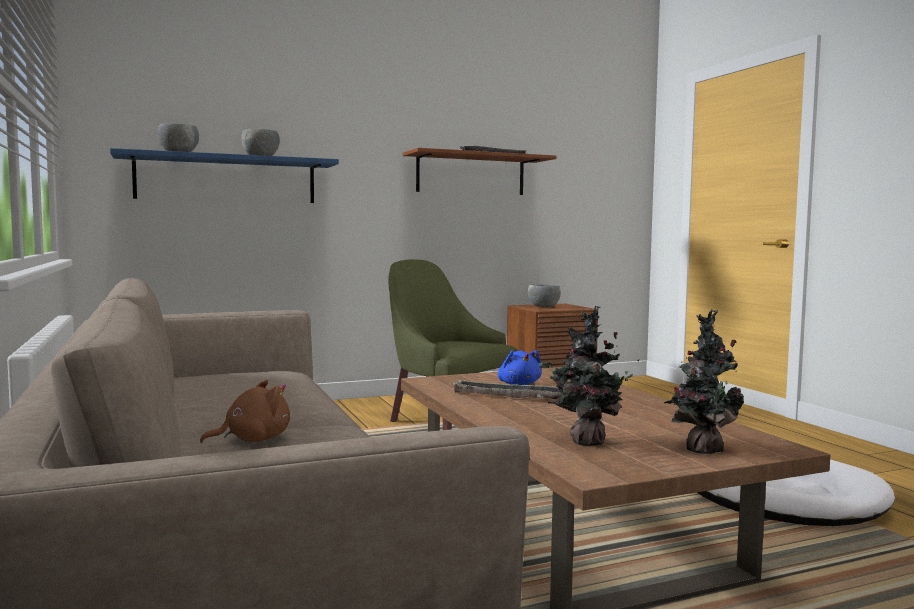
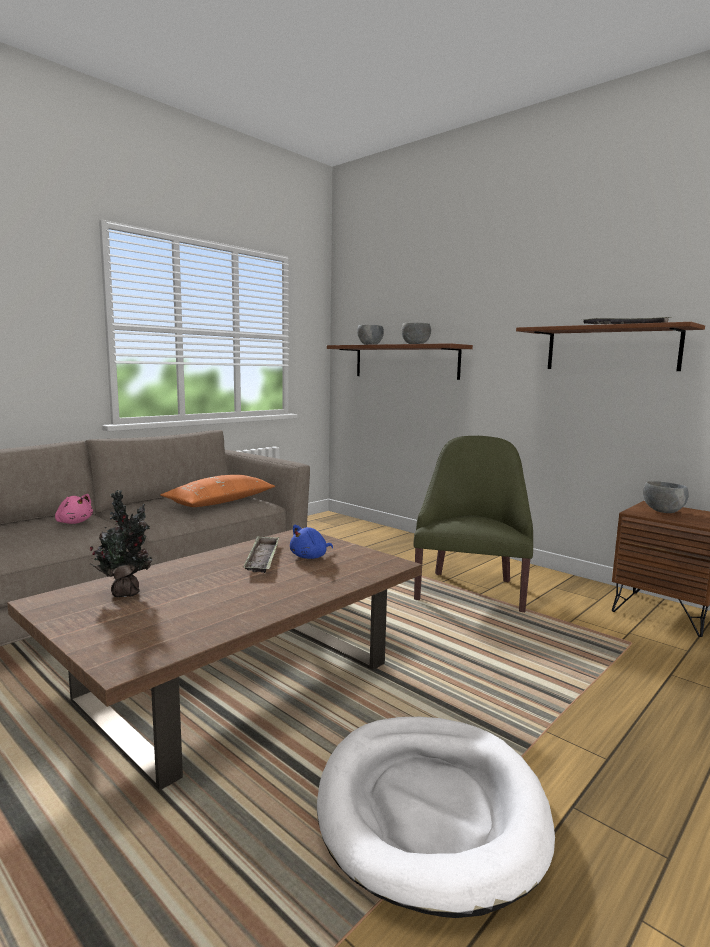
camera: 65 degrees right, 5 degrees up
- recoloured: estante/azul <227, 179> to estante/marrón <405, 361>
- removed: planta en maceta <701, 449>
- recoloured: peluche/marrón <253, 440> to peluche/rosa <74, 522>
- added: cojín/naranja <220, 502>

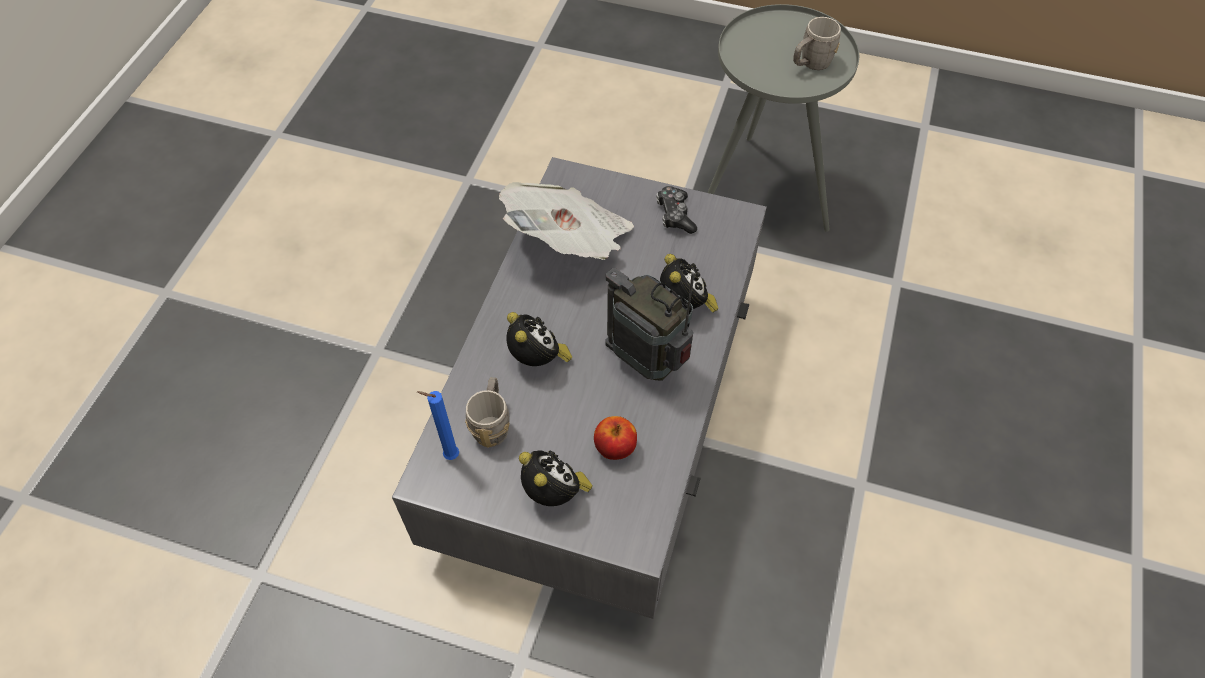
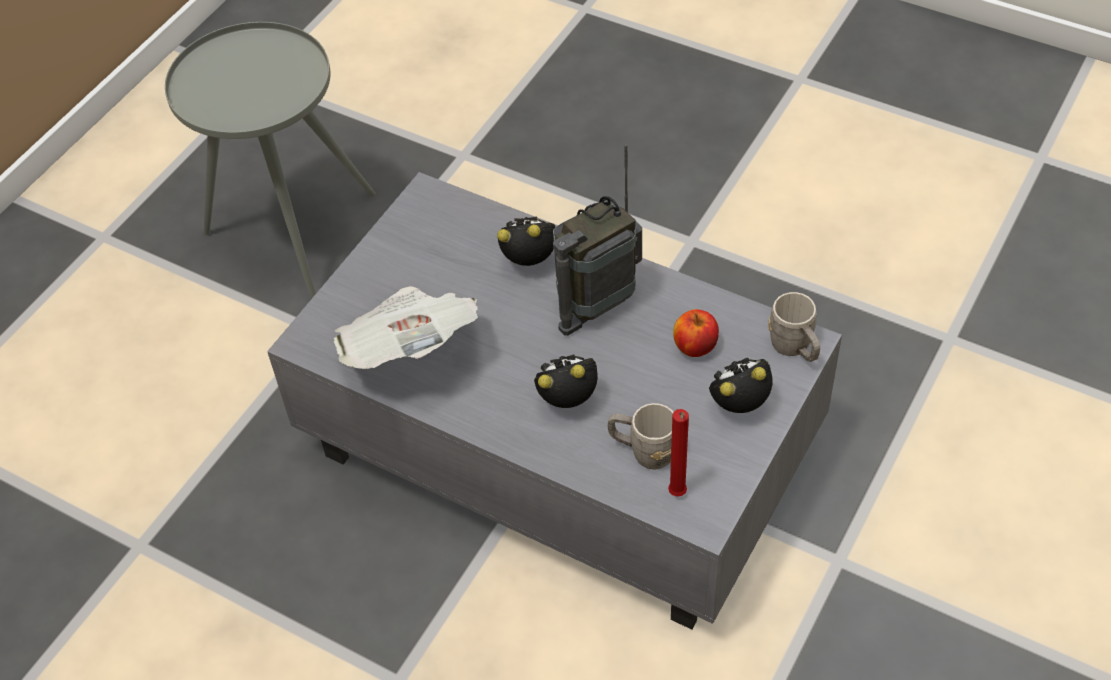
camera: 75 degrees left, 5 degrees down
- moved: taza grande/gris <810, 64> to <795, 349>
- removed: mando de consola <675, 215>
- recoloured: vela/azul <449, 456> to vela/rojo <677, 495>

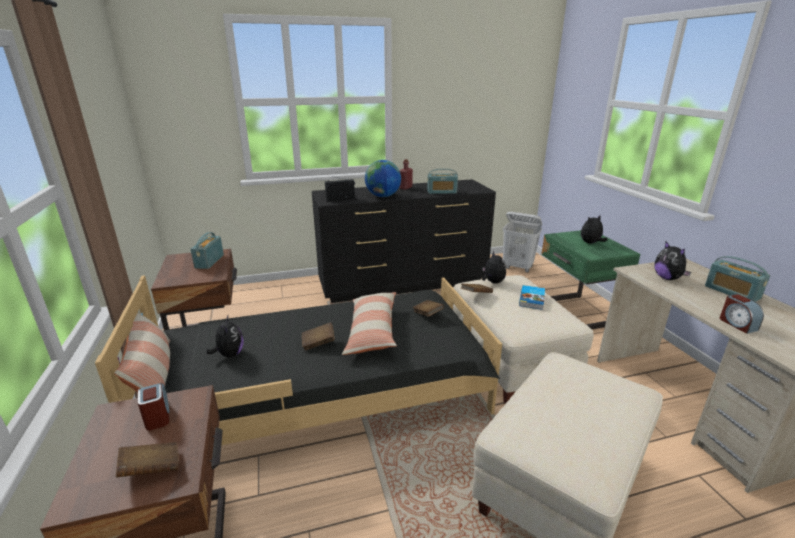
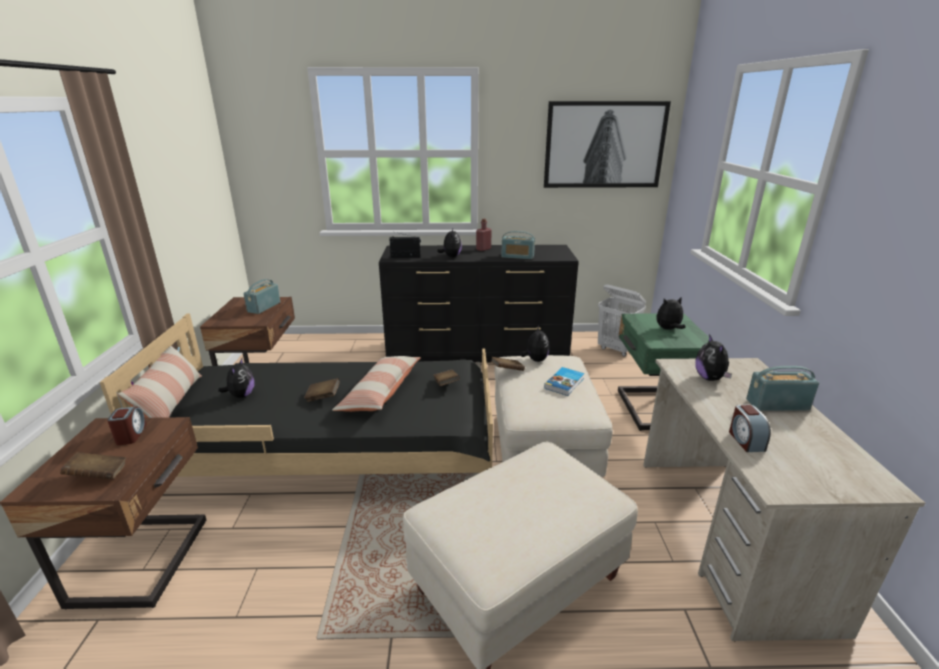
camera: 15 degrees right, 0 degrees up
- replaced: globo terráqueo <383, 196> to peluche <451, 257>
- turned: radio <731, 292> = <777, 404> 105 degrees clockwise
- added: cuadro <604, 145>

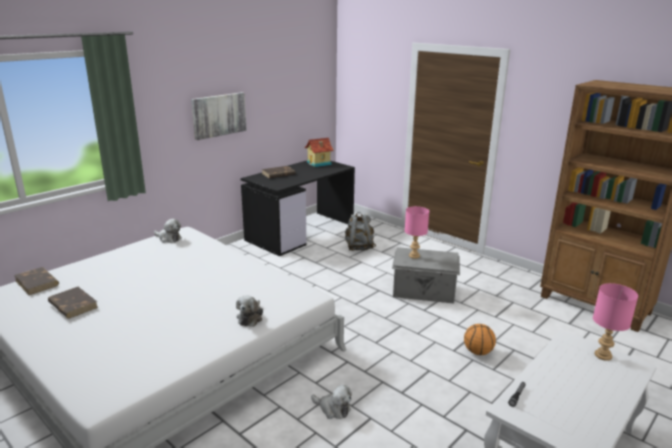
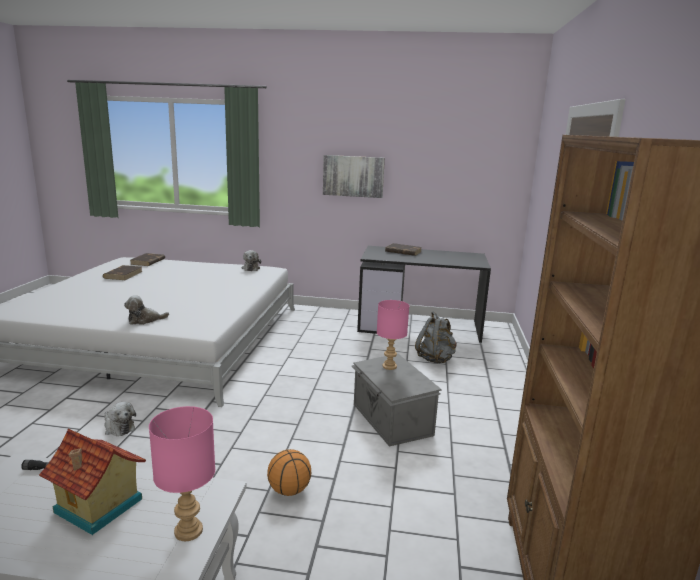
camera: 55 degrees right, 5 degrees down
- moved: casita <319, 163> to <97, 507>
- turned: peluche <333, 409> = <118, 427> 45 degrees counterclockwise

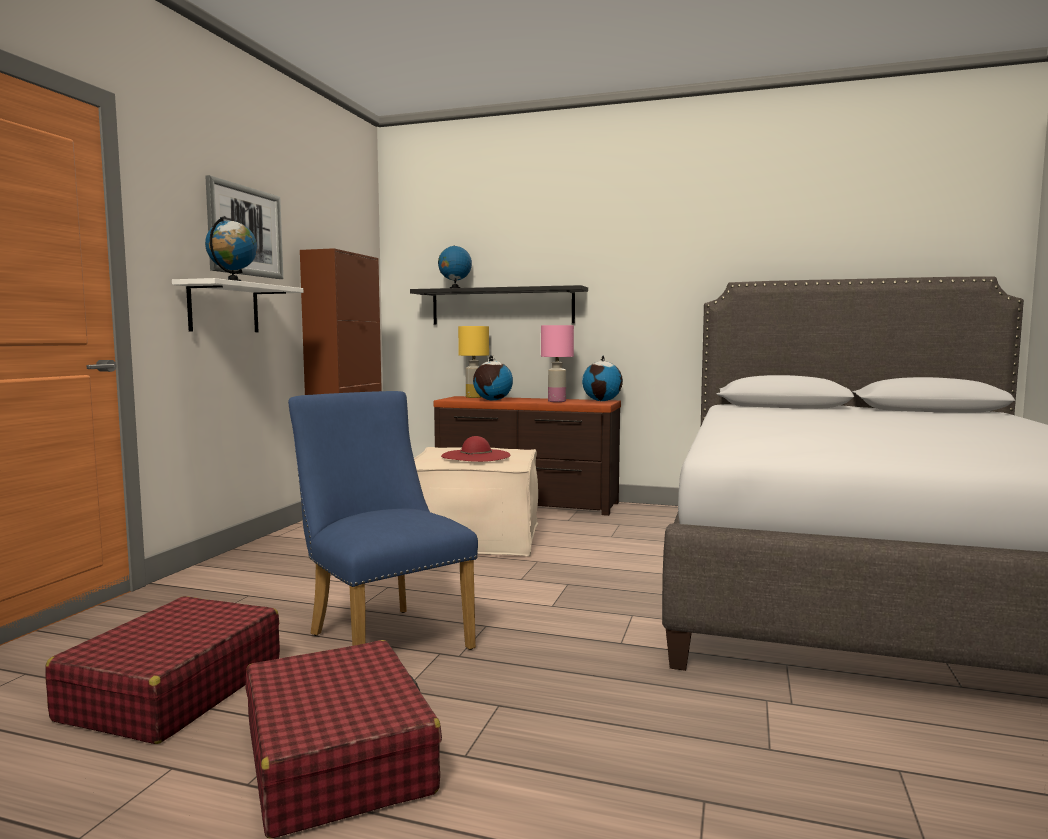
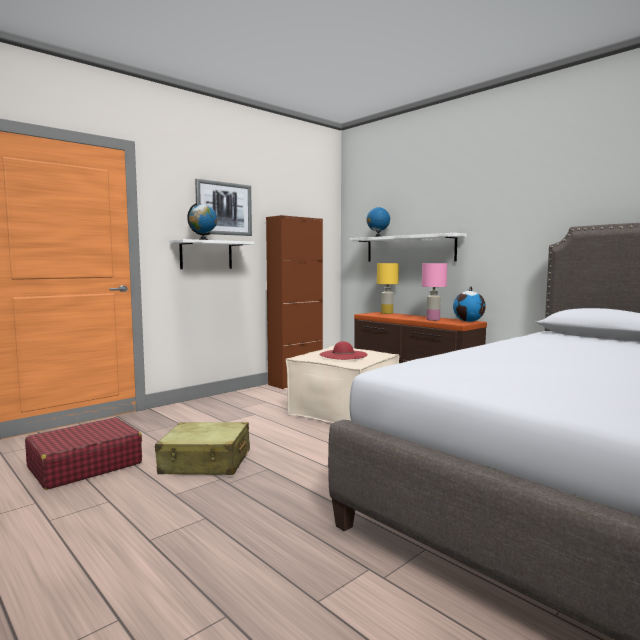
camera: 30 degrees right, 0 degrees up
- recoloured: estante/negro <502, 306> to estante/blanco <409, 249>
- removed: globo terráqueo <492, 400>
- replaced: silla/azul <383, 638> to maleta/beis <206, 462>
- removed: maleta/rojo <338, 758>

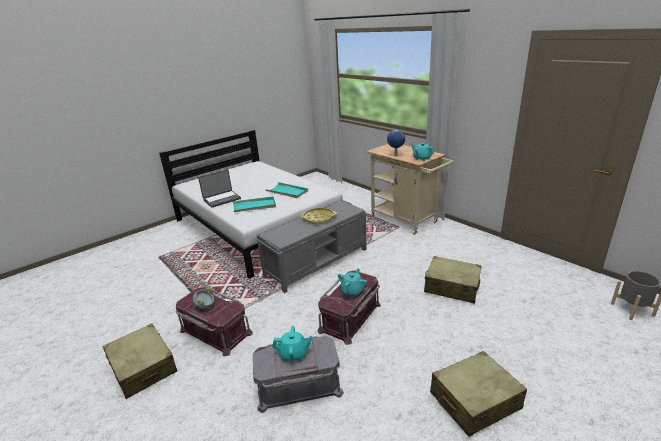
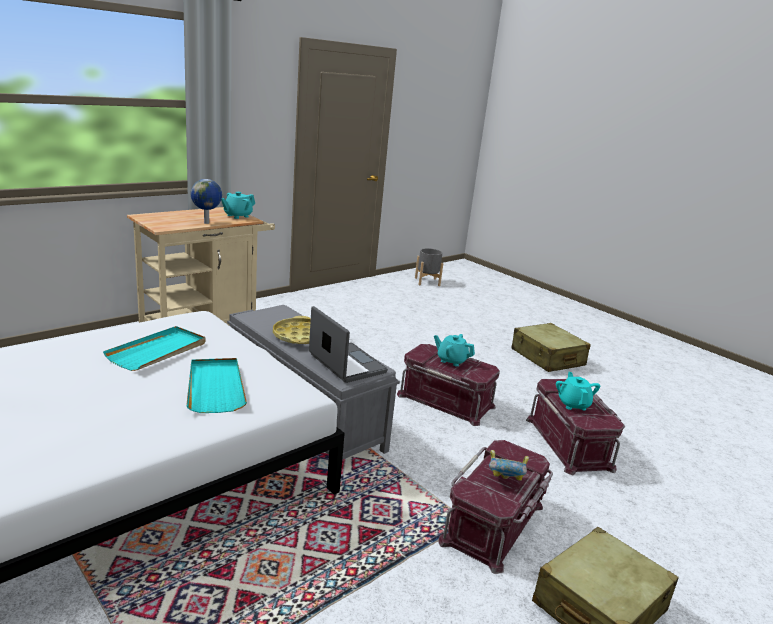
camera: 95 degrees left, 5 degrees down
- moved: portátil <222, 199> to <345, 364>
- removed: maleta/beis <451, 287>
- recoloured: caja de almacenaje/gris <299, 387> to caja de almacenaje/rojo <570, 443>

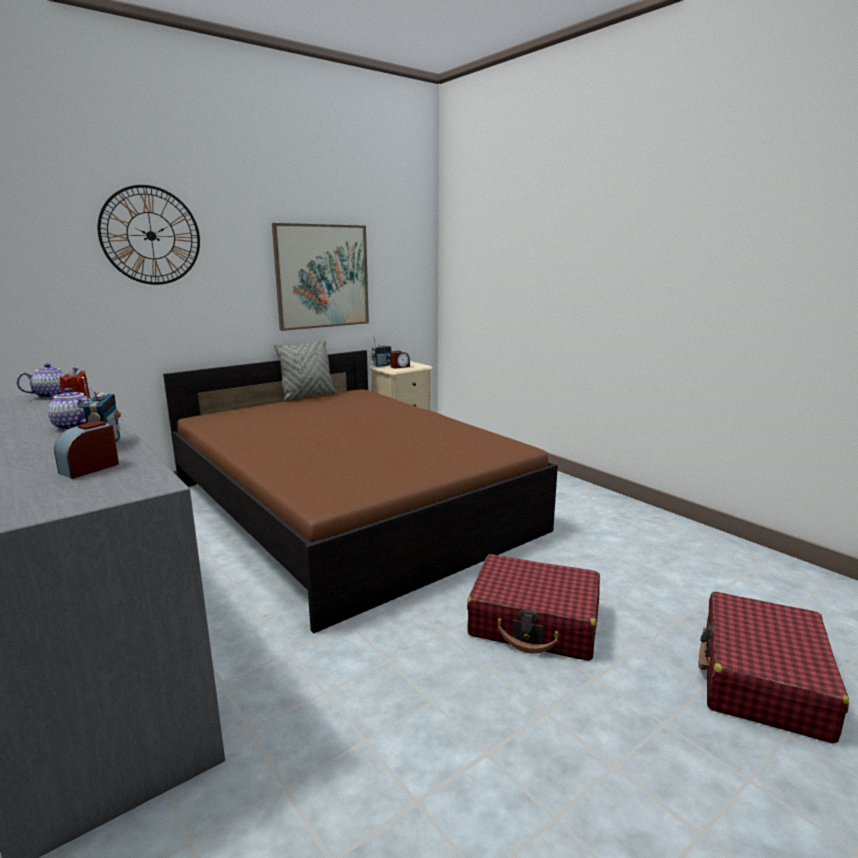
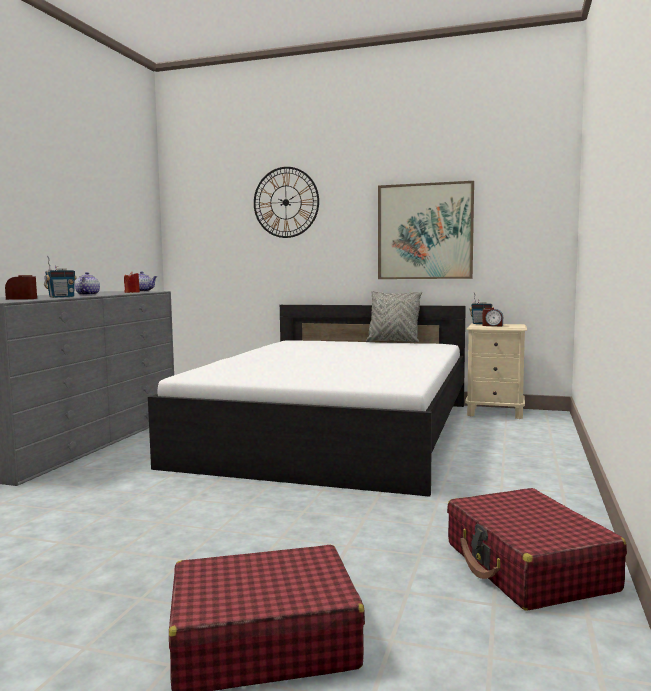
camera: 55 degrees right, 10 degrees down
- recoloured: cama/marrón <349, 507> to cama/blanco <334, 432>
- moved: maleta/rojo <534, 622> to <528, 567>

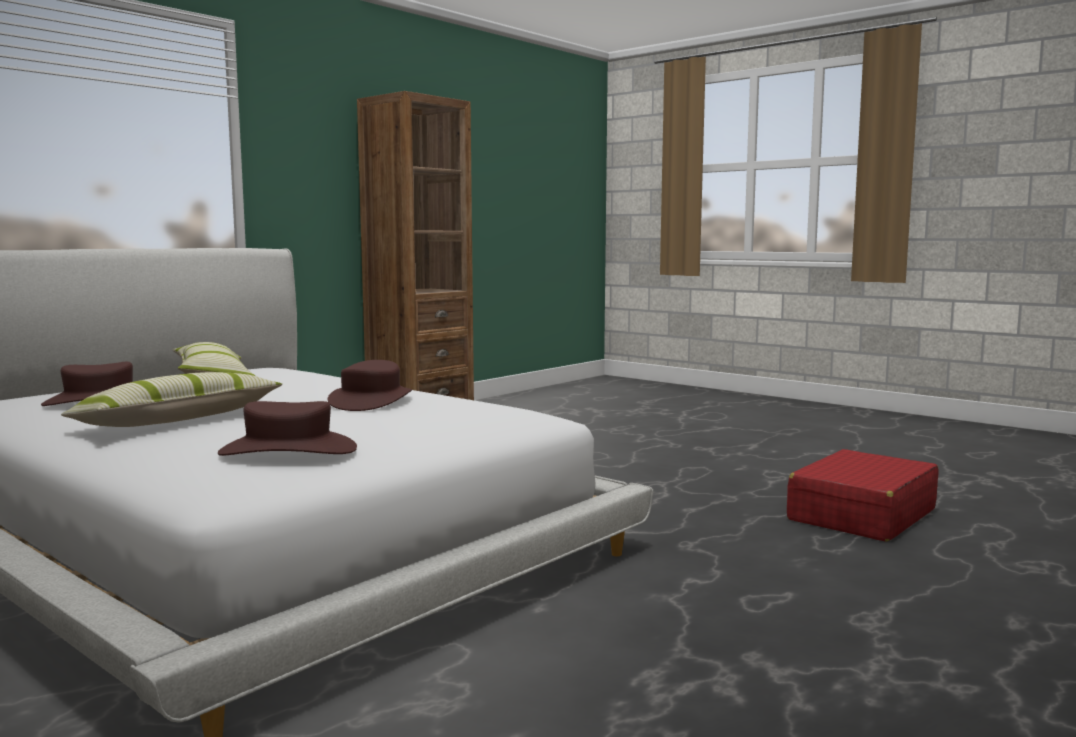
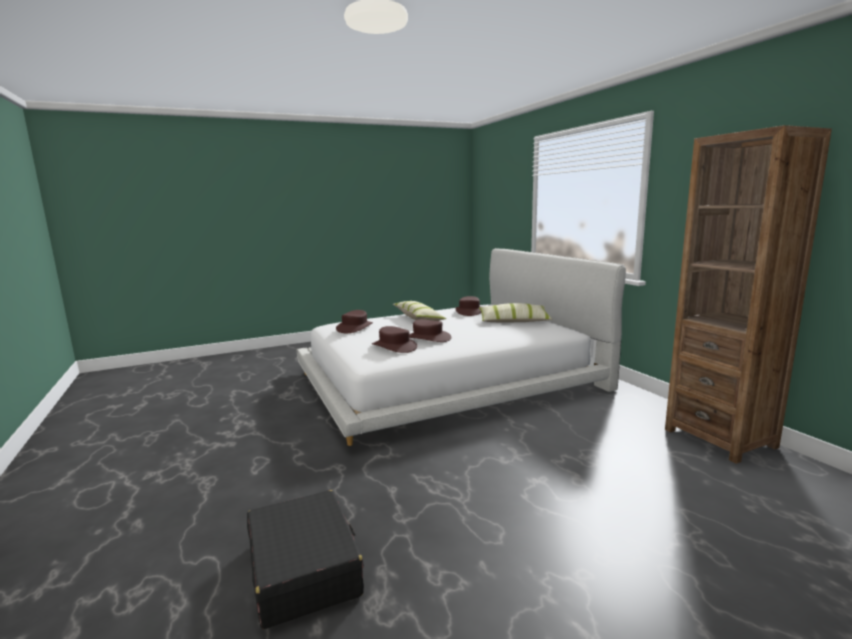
camera: 115 degrees right, 5 degrees up
- recoloured: maleta/rojo <861, 515> to maleta/negro <304, 569>
- added: sombrero/marrón <394, 346>

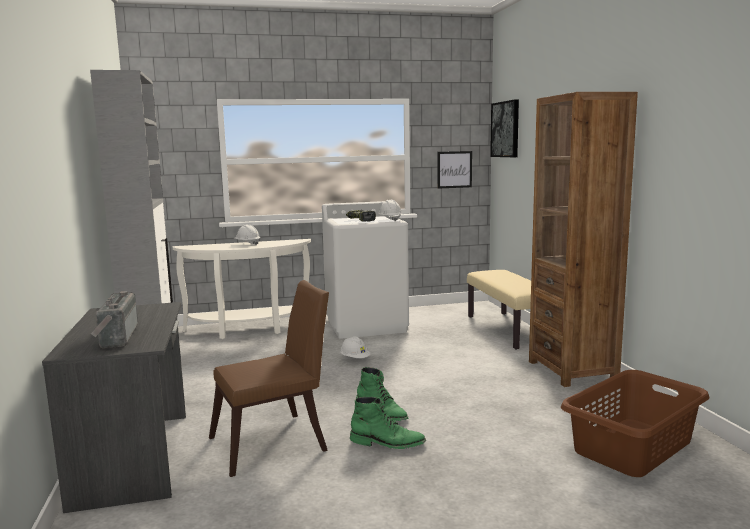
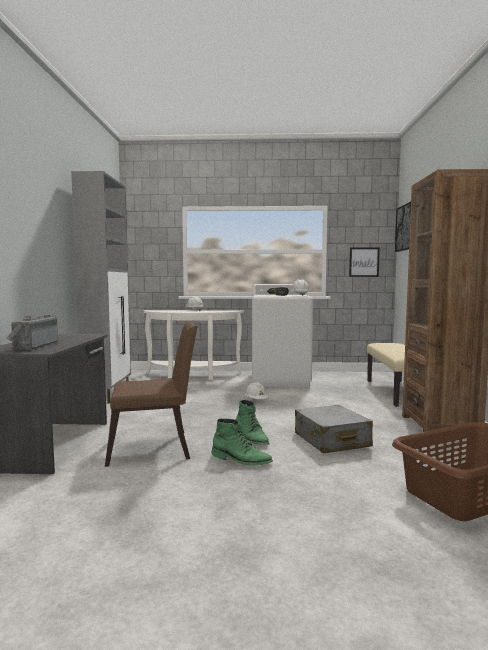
camera: 15 degrees right, 5 degrees down
- added: maleta/gris <331, 440>

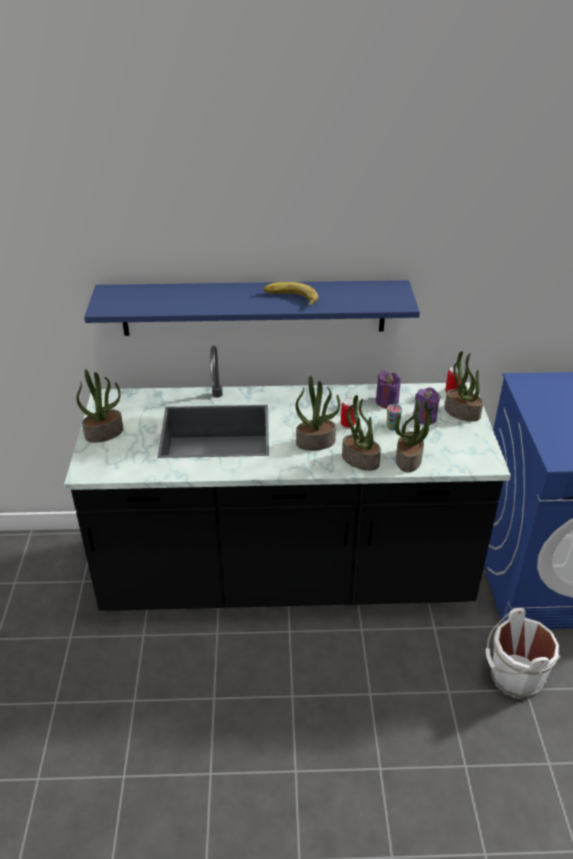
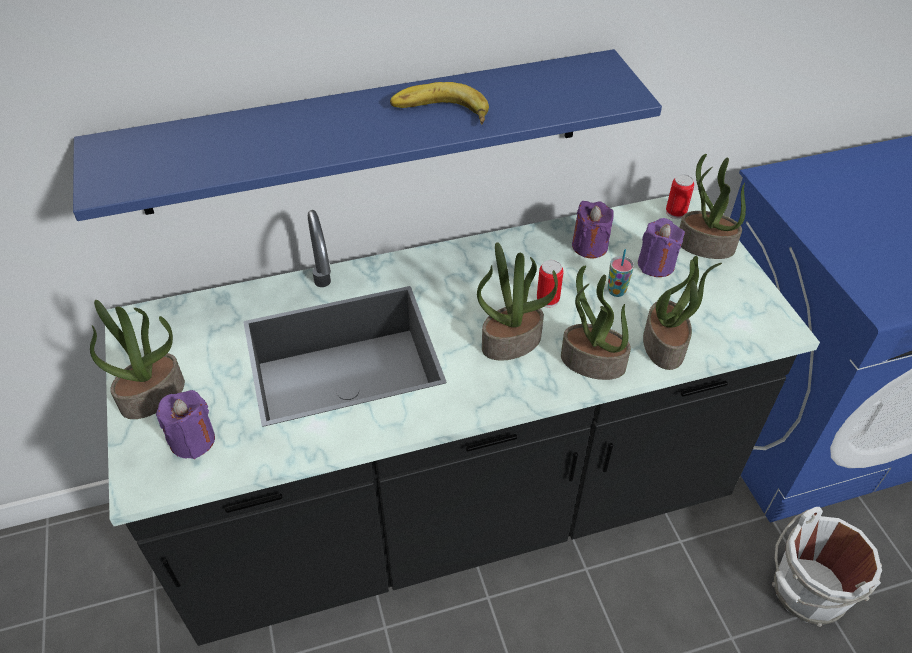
camera: 15 degrees left, 10 degrees up
- added: vela/morado <192, 440>

